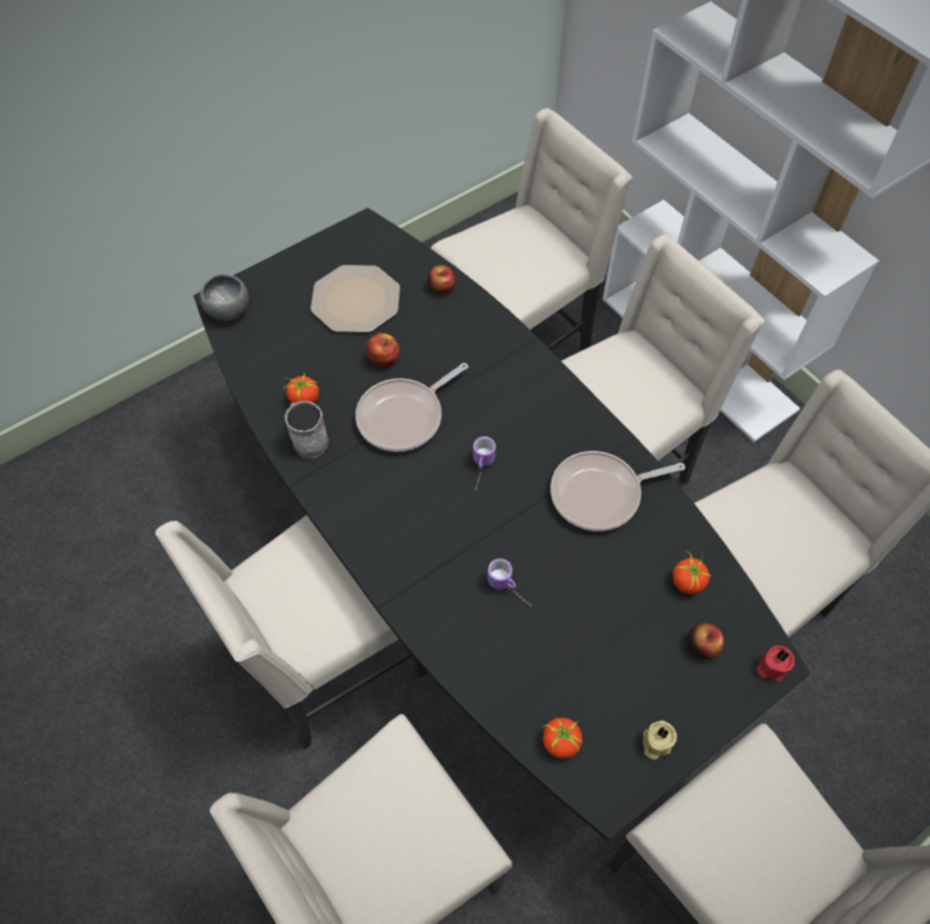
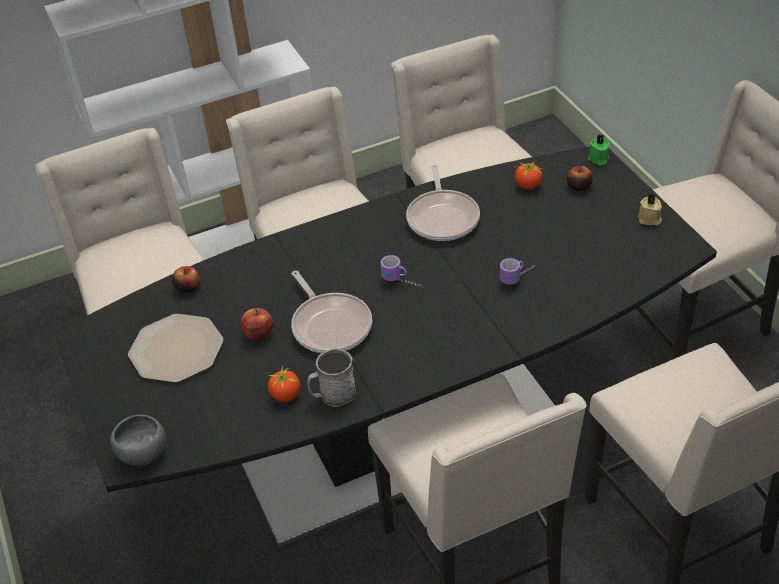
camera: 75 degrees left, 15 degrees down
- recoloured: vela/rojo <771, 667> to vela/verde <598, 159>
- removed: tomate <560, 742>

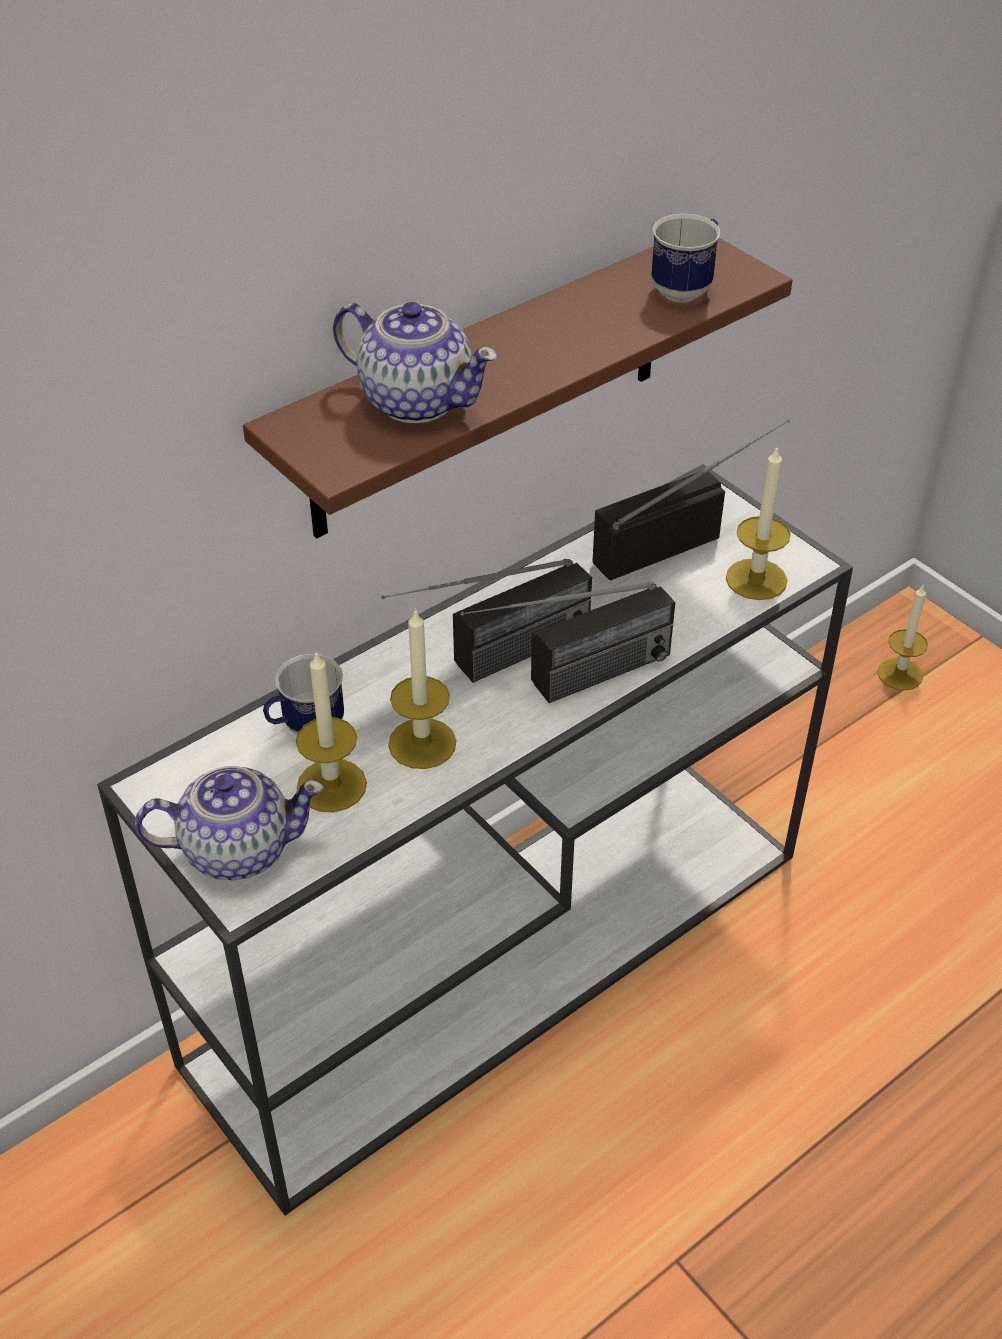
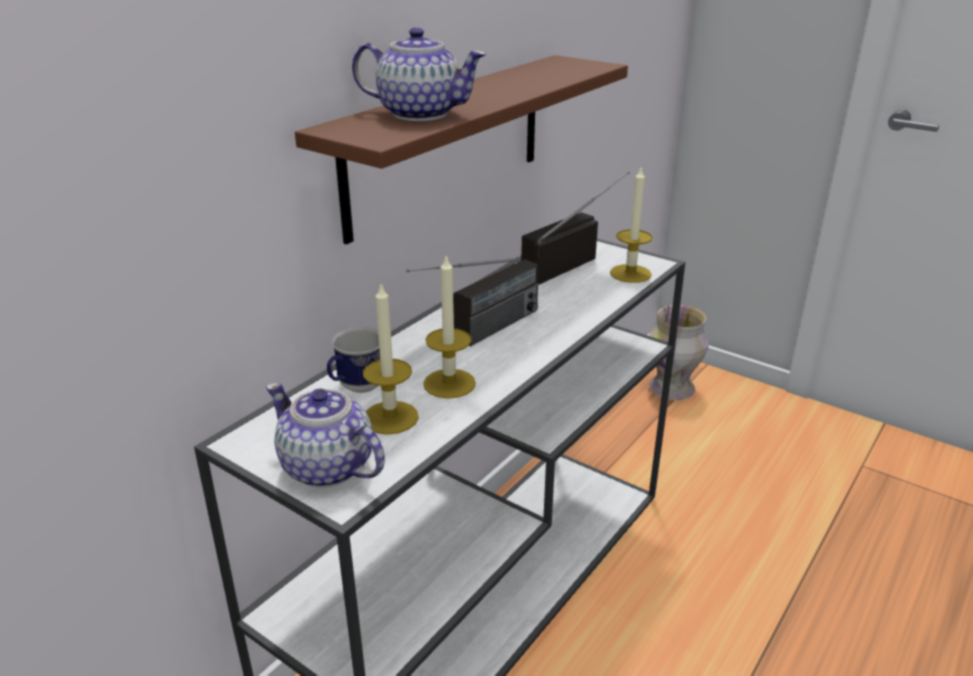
camera: 15 degrees left, 15 degrees down
- removed: taza grande <686, 287>
- removed: radio <569, 684>
- replaced: vela <900, 674> to florero <671, 389>
- turned: tetera <236, 849> = <327, 468> 120 degrees counterclockwise

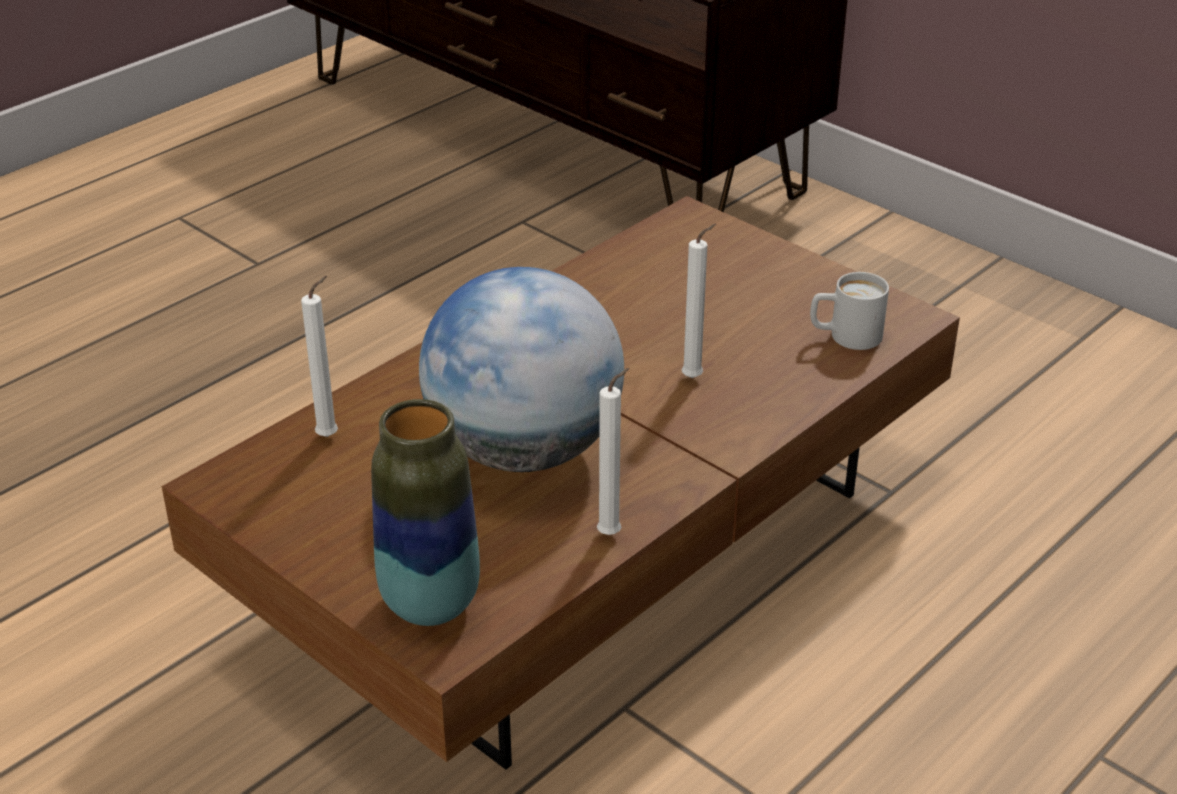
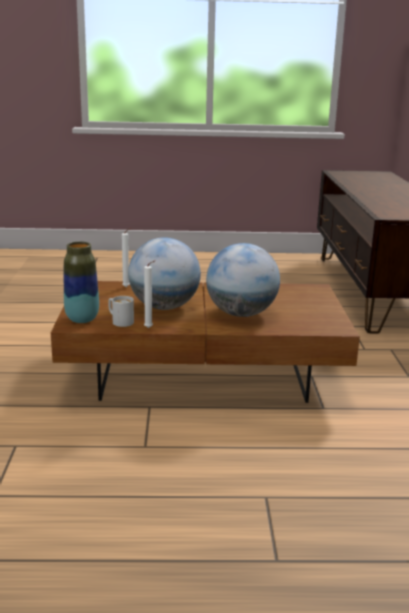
camera: 45 degrees right, 15 degrees down
- replaced: vela/blanco <695, 377> to globo terráqueo <241, 314>
- moved: taza grande/blanco <844, 336> to <119, 321>

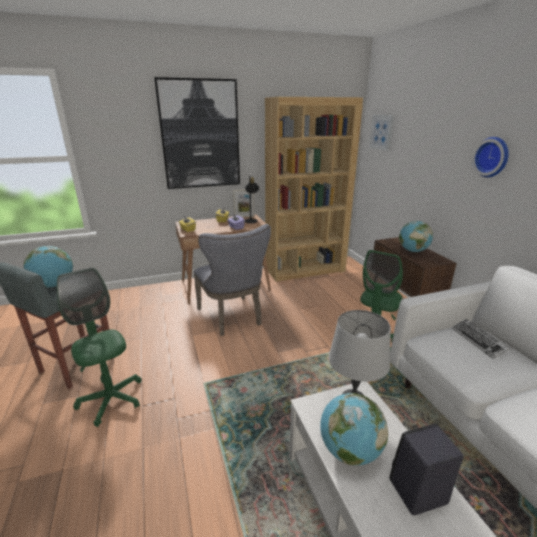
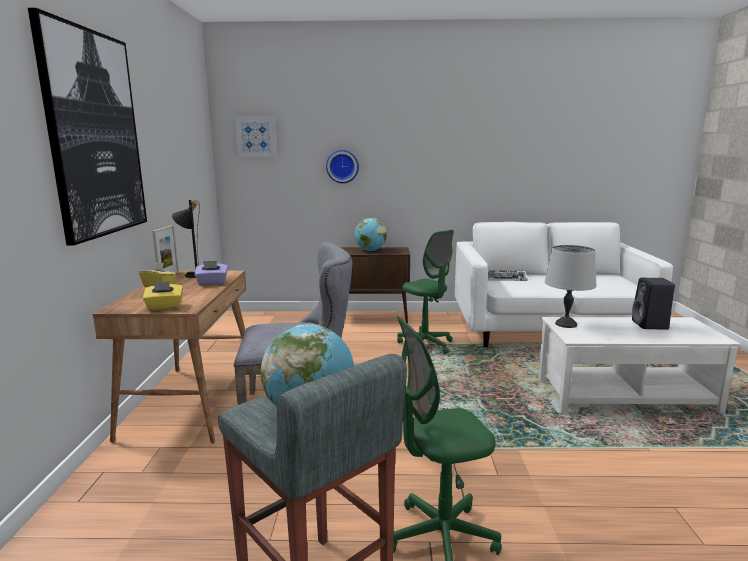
camera: 70 degrees left, 10 degrees down
- removed: estantería/marrón <305, 270>
- moved: reloj de pared <492, 157> to <342, 166>
- removed: globo terráqueo <349, 451>

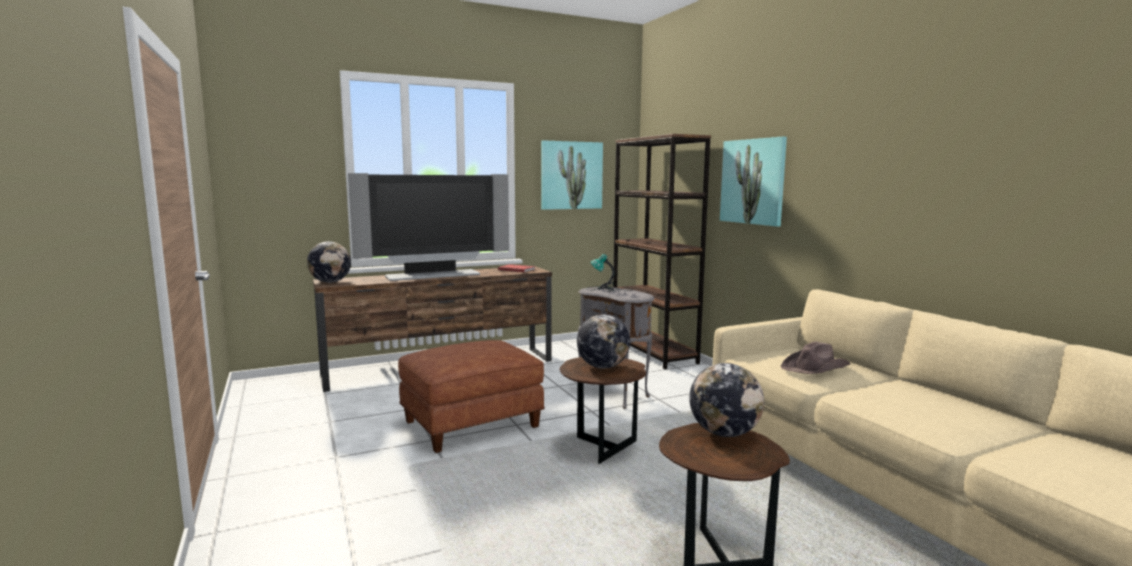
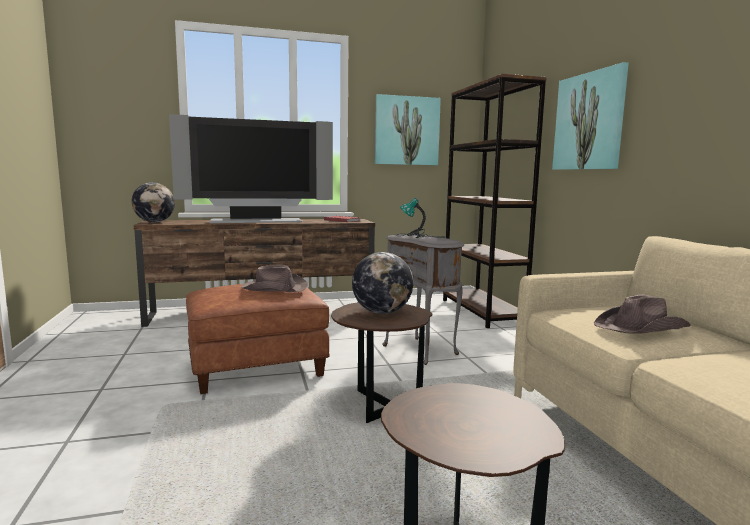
camera: 10 degrees right, 0 degrees up
- removed: globo terráqueo <724, 433>
- added: sombrero/marrón <274, 288>

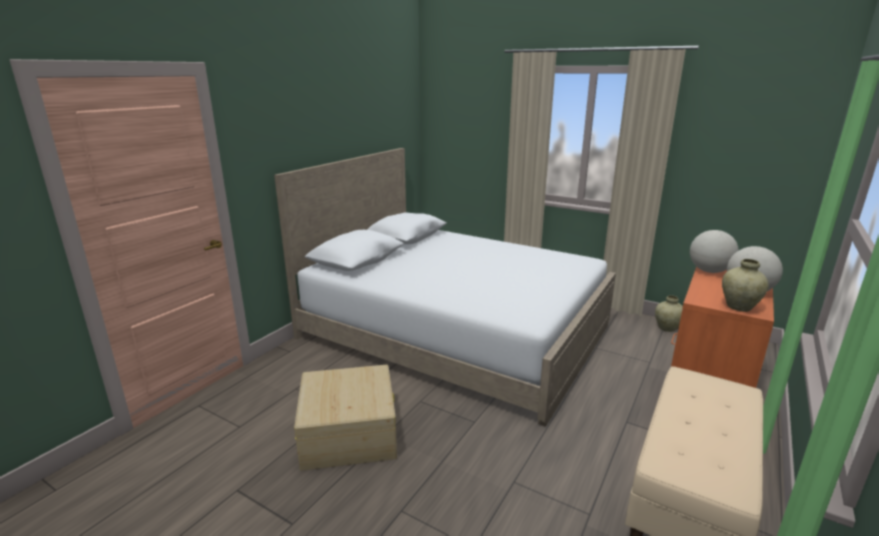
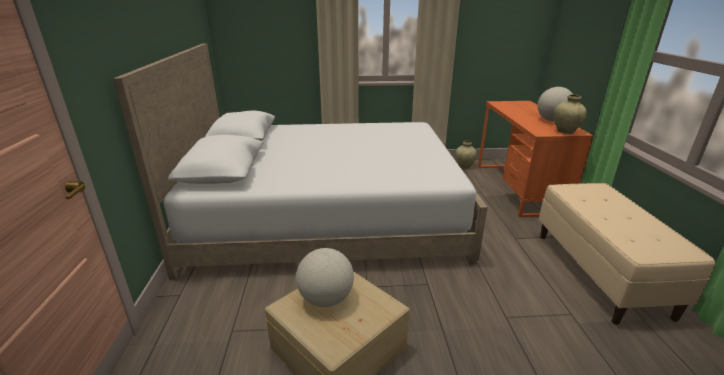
camera: 35 degrees left, 5 degrees up
- moved: globo terráqueo <709, 271> to <326, 298>

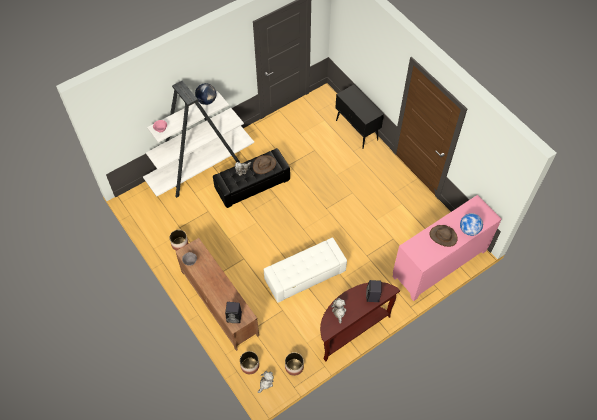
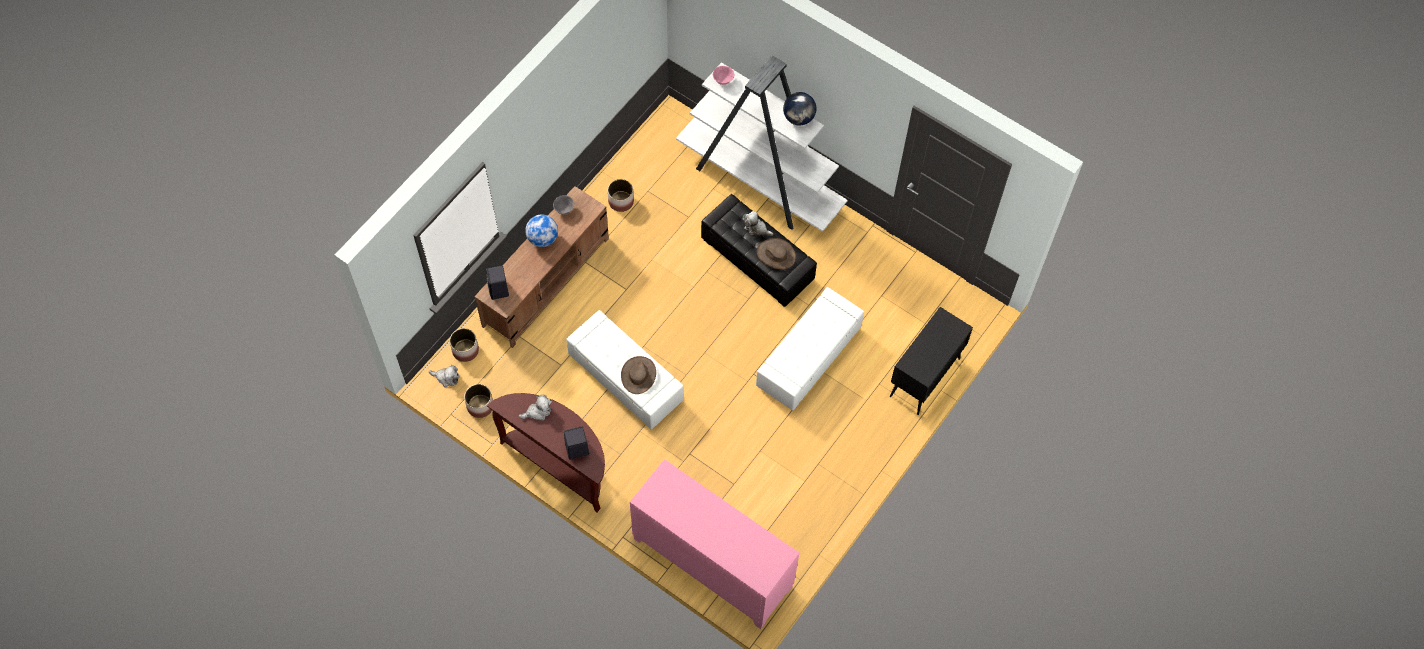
camera: 70 degrees right, 5 degrees up
- moved: globo terráqueo <469, 230> to <542, 238>
- moved: sombrero/marrón <443, 236> to <638, 375>
- added: puf/blanco <809, 358>

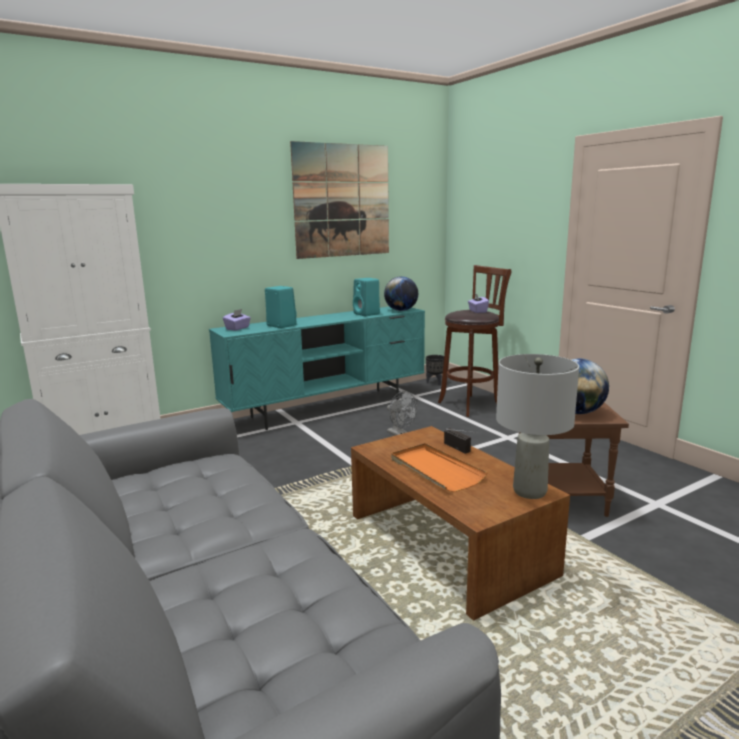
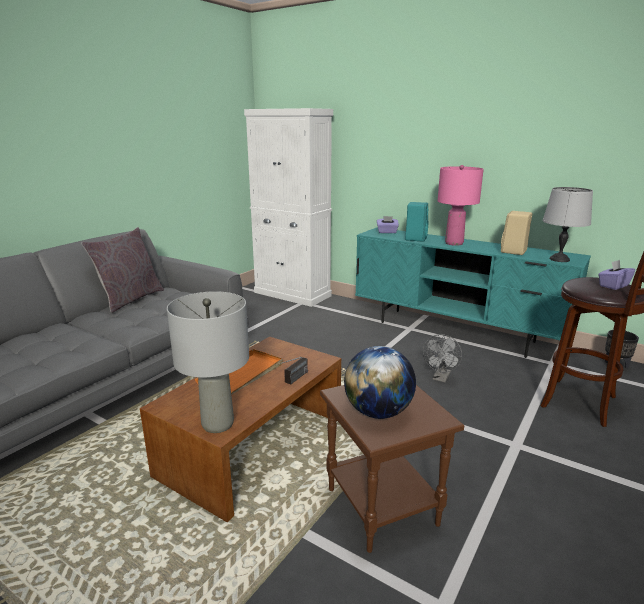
camera: 65 degrees right, 5 degrees up
- removed: cuadro <342, 201>
- replaced: globo terráqueo <401, 310> to lámpara de mesa/gris <559, 259>
- recoloured: altavoz/turquesa <367, 314> to altavoz/beis <513, 252>
- added: lámpara de mesa/rosa <454, 243>
- added: cojín/gris <130, 299>

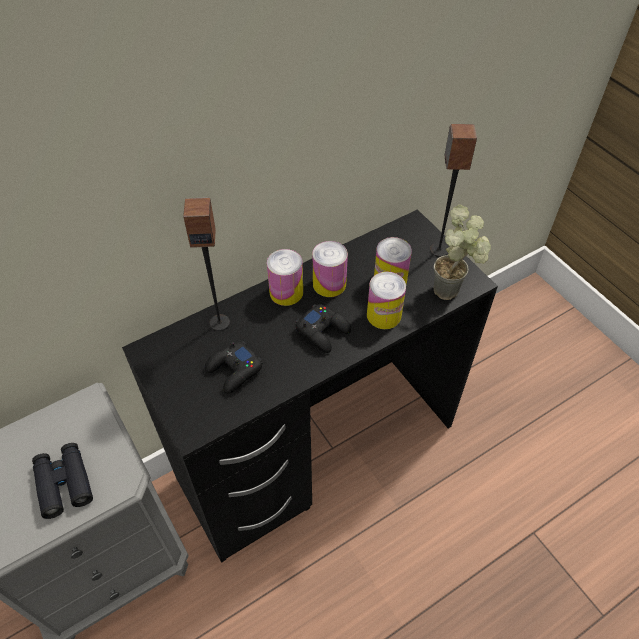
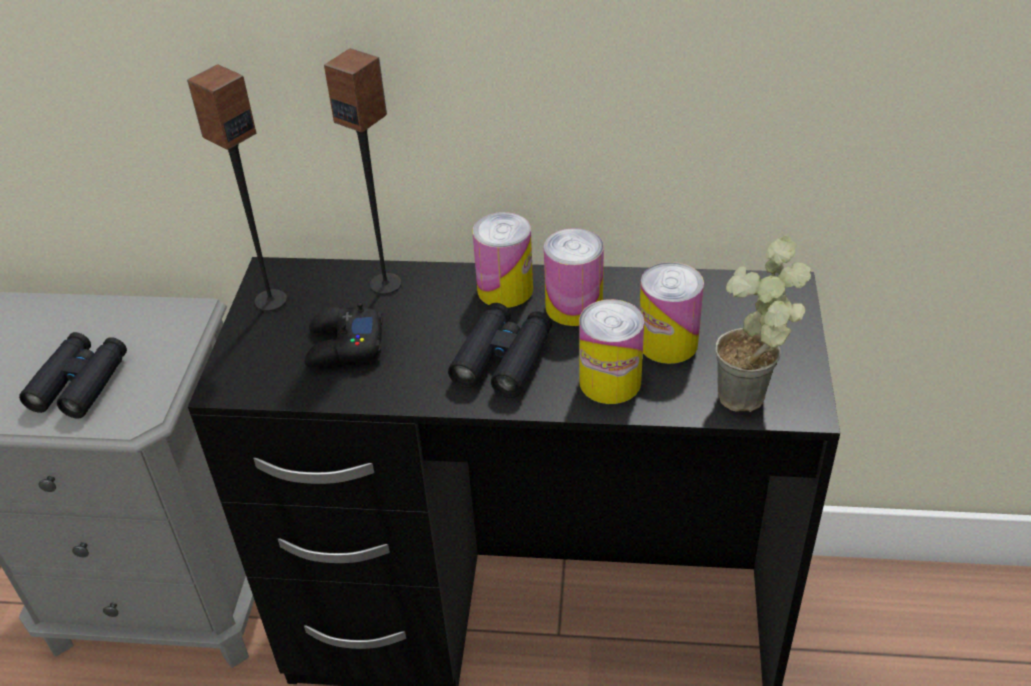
camera: 40 degrees right, 10 degrees down
- moved: altavoz <438, 250> to <270, 300>
- replaced: mando de consola/negro <323, 331> to prismáticos/negro <503, 359>

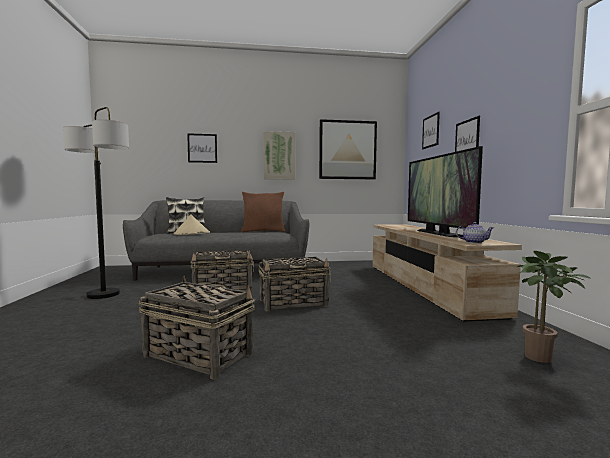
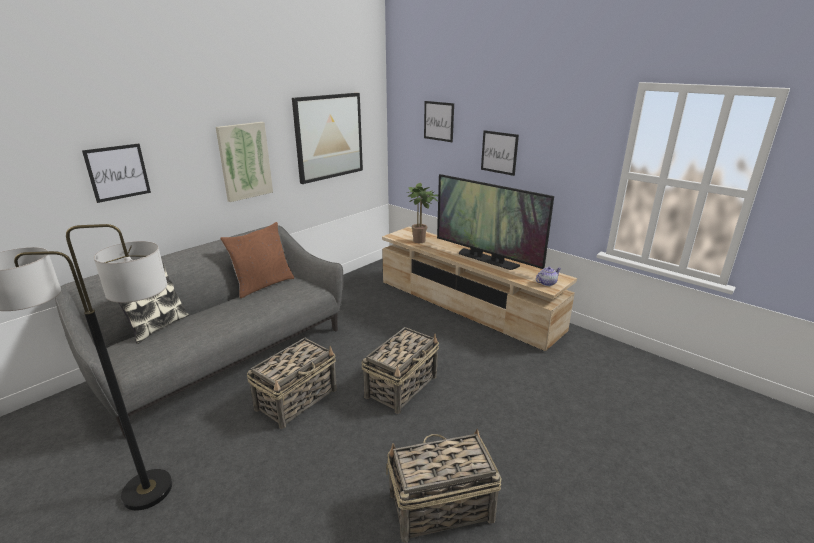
camera: 40 degrees left, 20 degrees up
- removed: sombrero/beis <191, 233>
- moved: planta en maceta <541, 359> to <421, 241>

